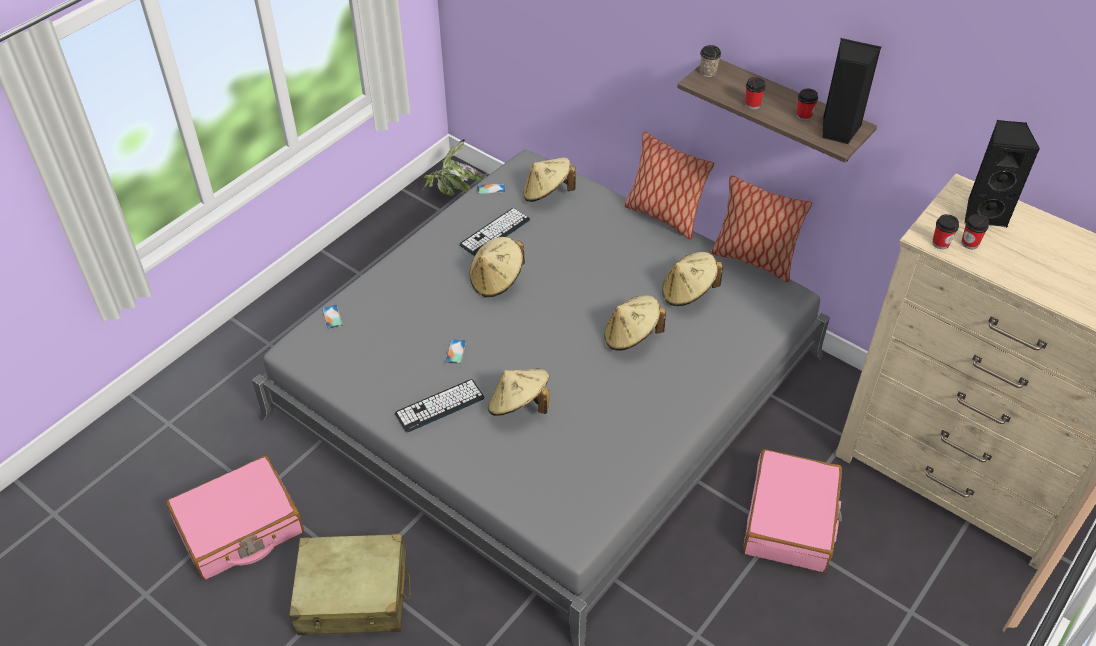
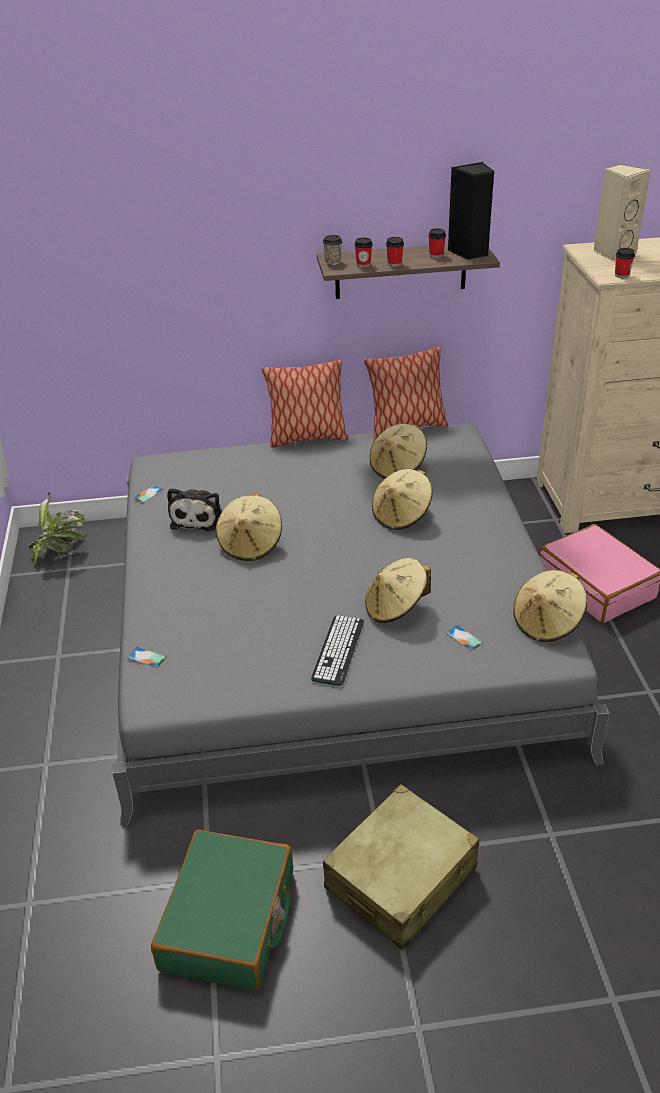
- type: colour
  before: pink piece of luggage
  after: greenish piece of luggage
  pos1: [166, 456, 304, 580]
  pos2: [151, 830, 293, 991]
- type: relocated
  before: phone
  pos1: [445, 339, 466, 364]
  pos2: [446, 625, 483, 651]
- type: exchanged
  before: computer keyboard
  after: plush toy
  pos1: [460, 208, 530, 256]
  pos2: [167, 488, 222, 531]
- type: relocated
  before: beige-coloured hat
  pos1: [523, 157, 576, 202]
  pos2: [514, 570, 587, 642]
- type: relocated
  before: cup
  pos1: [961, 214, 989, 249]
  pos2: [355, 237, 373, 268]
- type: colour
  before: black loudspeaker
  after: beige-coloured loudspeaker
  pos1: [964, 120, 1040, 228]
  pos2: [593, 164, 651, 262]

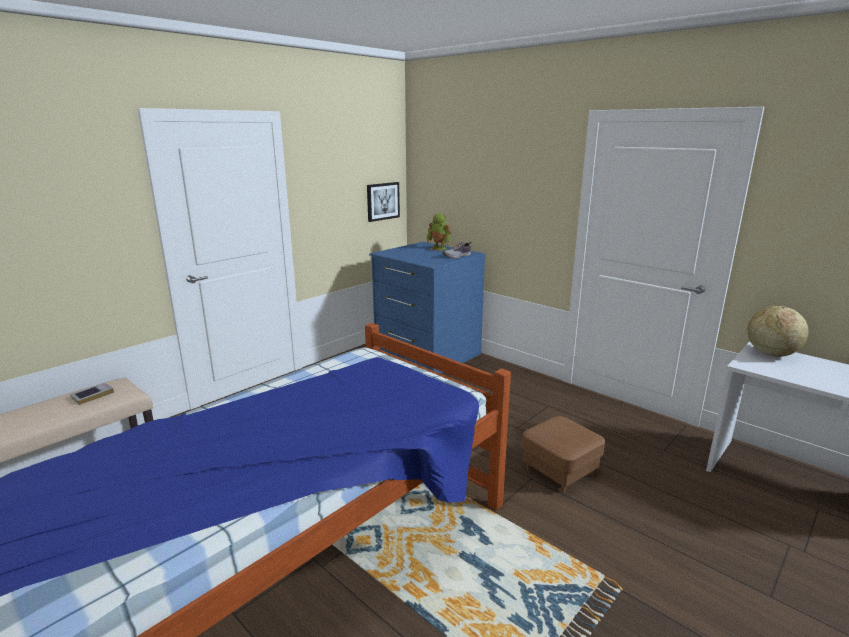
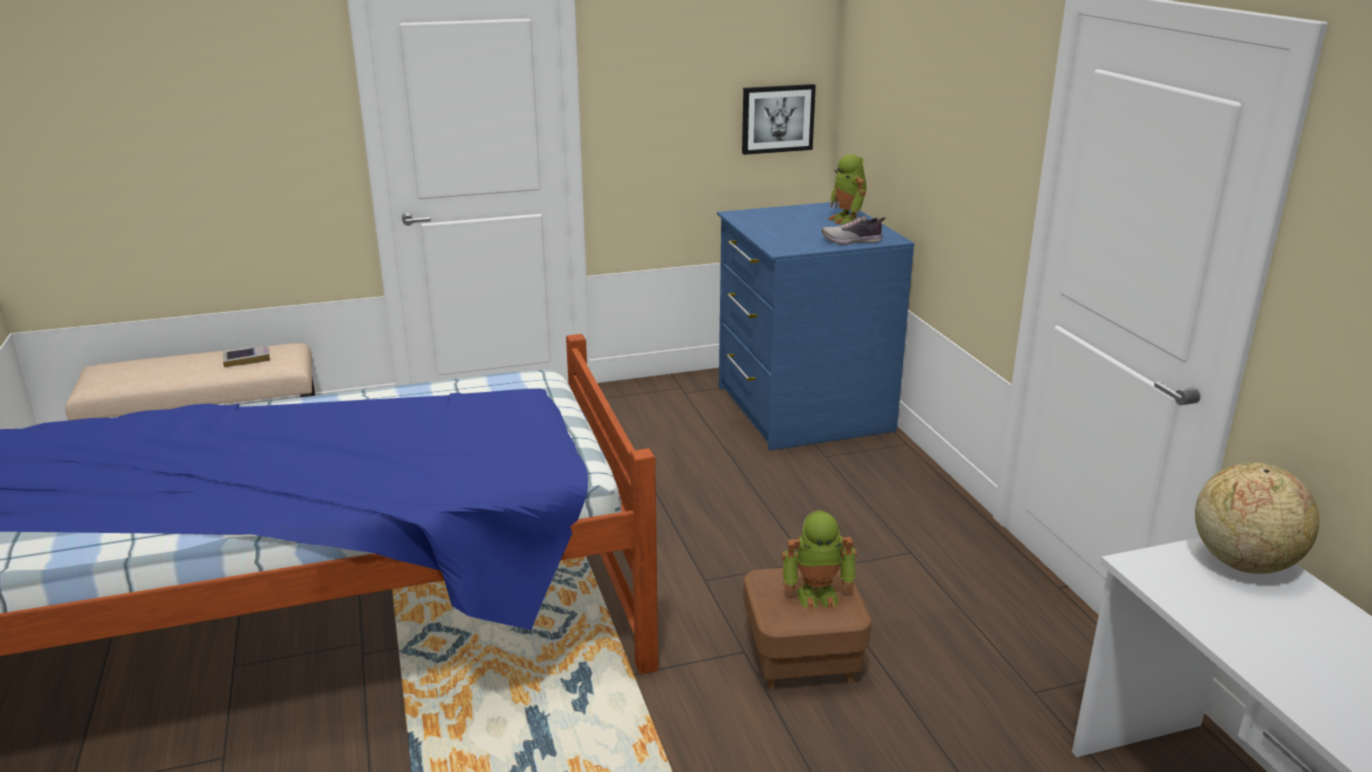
- type: appeared
  after: model robot
  pos2: [782, 510, 857, 611]

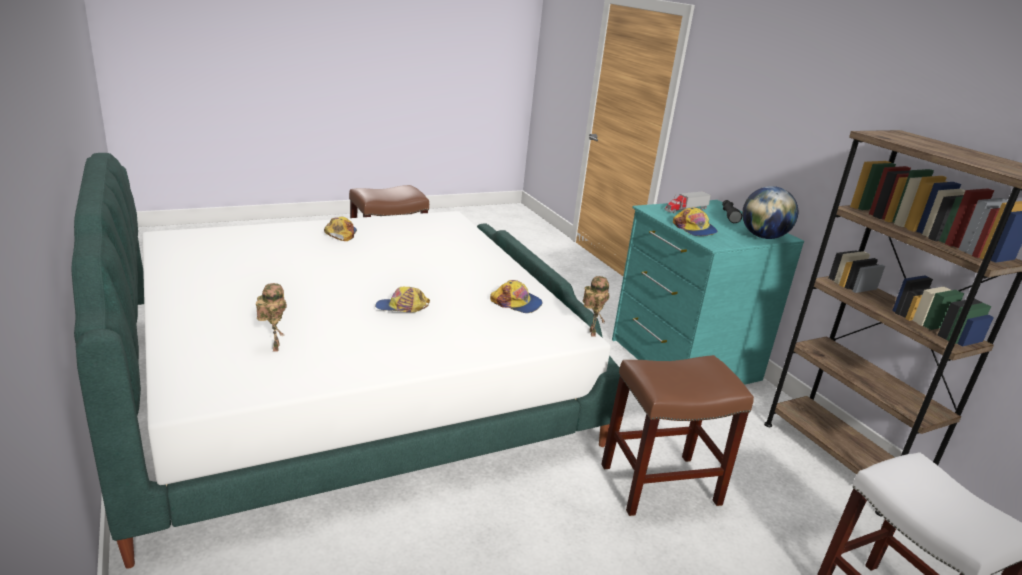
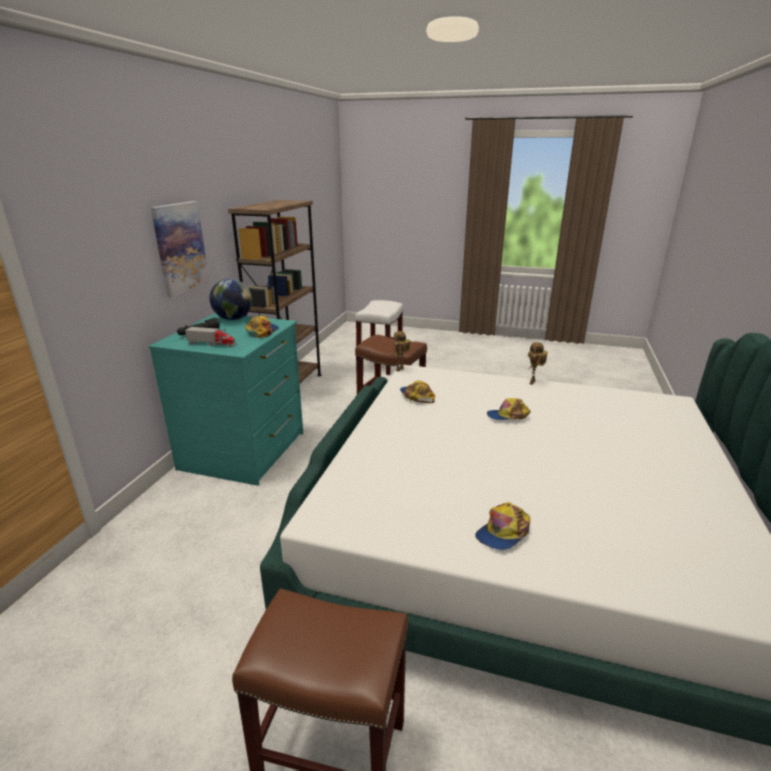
- type: relocated
  before: model robot
  pos1: [256, 283, 287, 352]
  pos2: [528, 342, 548, 385]
- type: spun
  before: cap
  pos1: [375, 287, 430, 312]
  pos2: [487, 398, 531, 420]
  turn: 135
- type: appeared
  after: picture
  pos2: [151, 201, 209, 298]

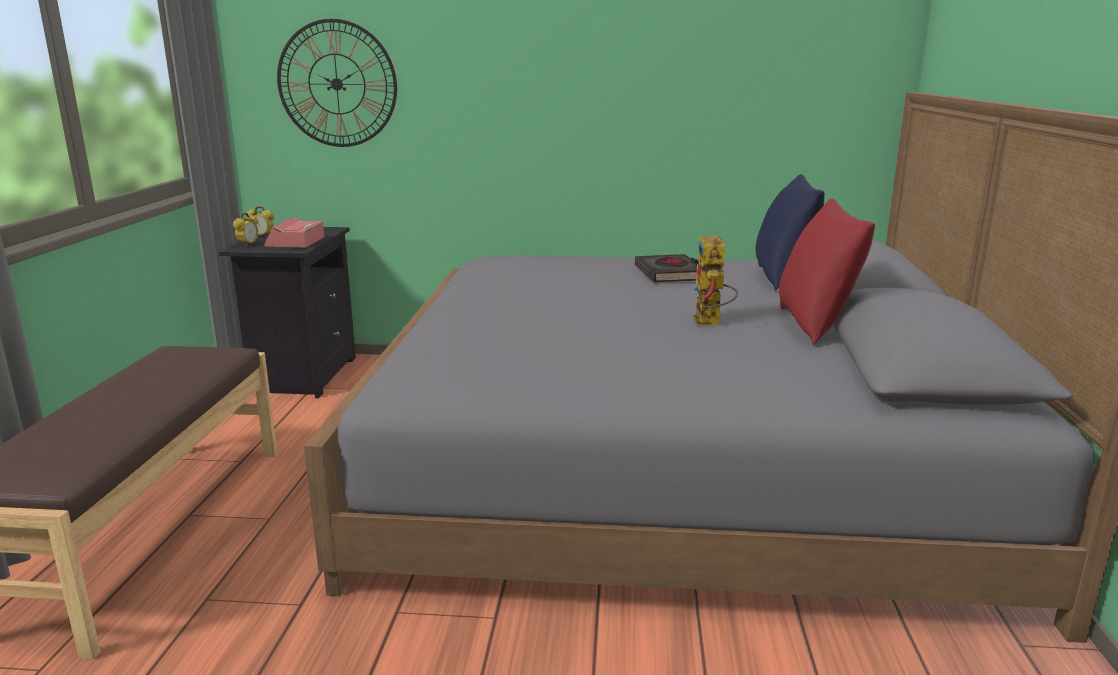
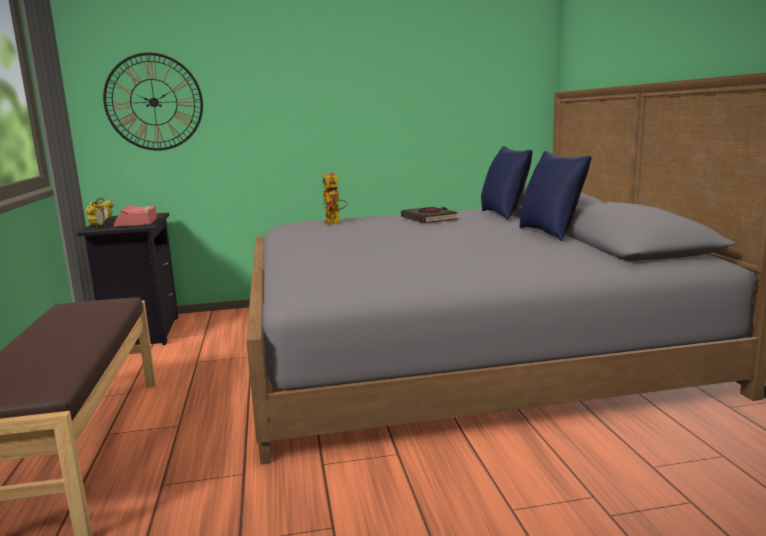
- type: relocated
  before: model robot
  pos1: [693, 236, 738, 326]
  pos2: [323, 172, 348, 225]
- type: colour
  before: reddish throw pillow
  after: blue-coloured throw pillow
  pos1: [779, 198, 875, 345]
  pos2: [520, 151, 592, 241]

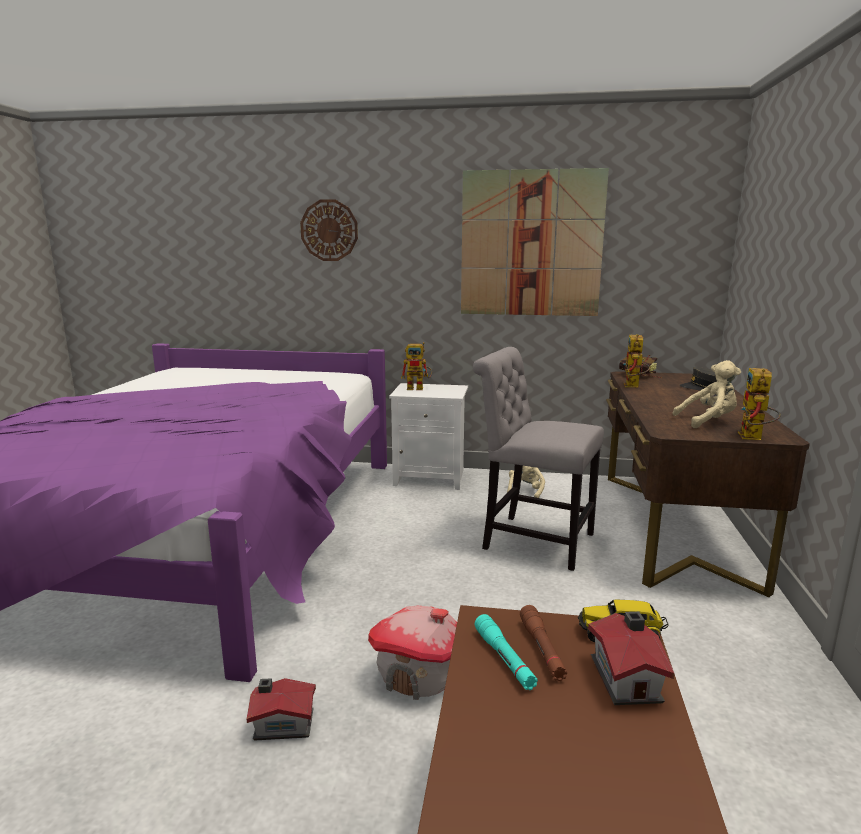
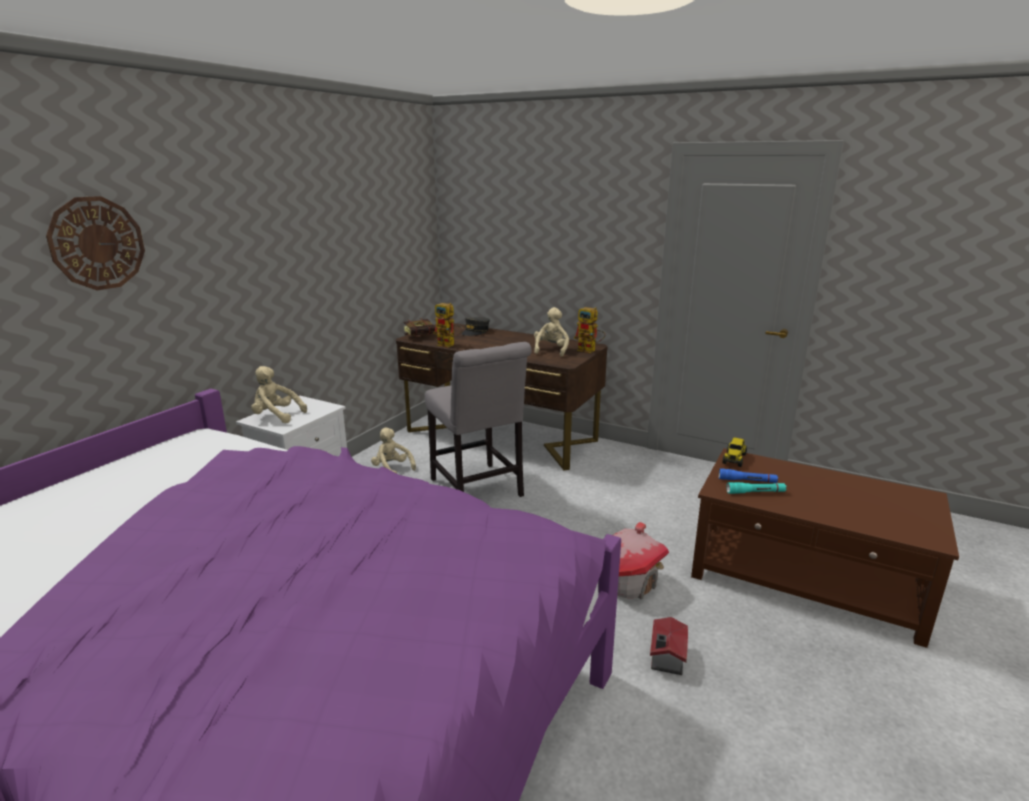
- type: exchanged
  before: model robot
  after: beige-coloured plush toy
  pos1: [401, 342, 432, 390]
  pos2: [251, 366, 307, 423]
- type: missing
  before: picture
  pos1: [461, 168, 609, 316]
- type: spun
  before: greyish plain chair
  pos1: [473, 347, 604, 571]
  pos2: [425, 342, 532, 497]
  turn: -75
- type: colour
  before: brown flashlight
  after: blue-coloured flashlight
  pos1: [520, 605, 567, 681]
  pos2: [719, 468, 778, 483]
- type: missing
  before: toy house
  pos1: [588, 612, 675, 705]

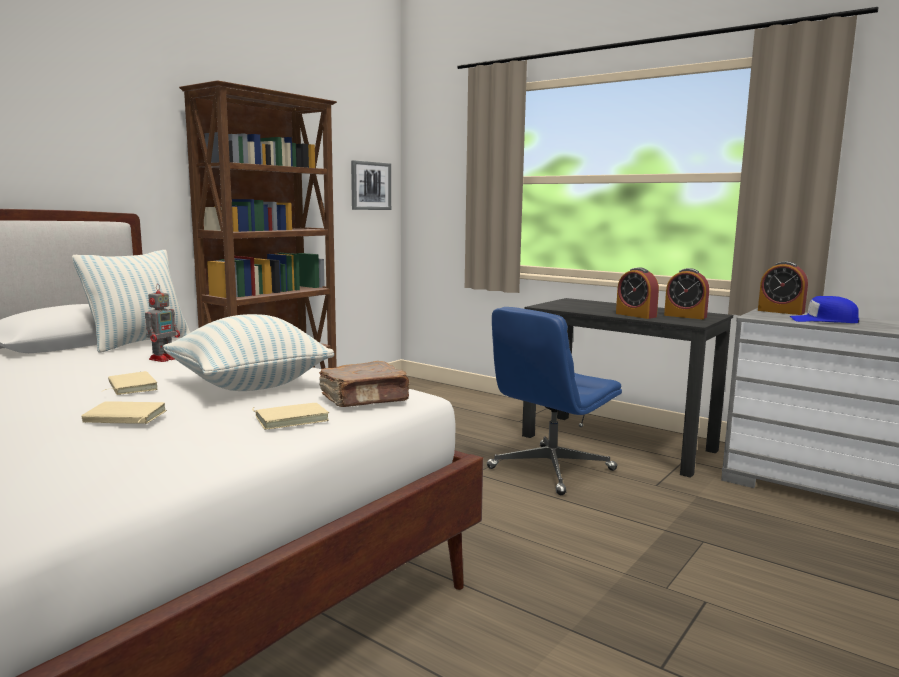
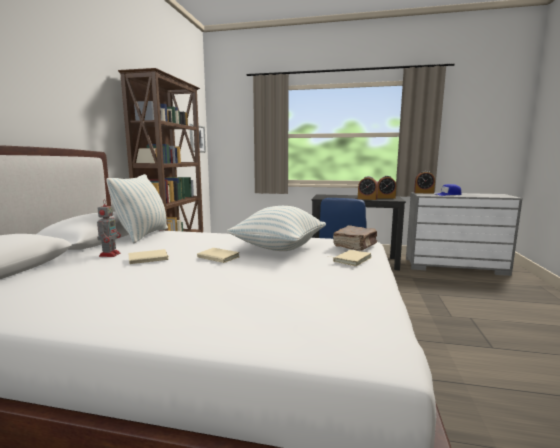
- type: relocated
  before: beige-coloured book
  pos1: [81, 401, 167, 424]
  pos2: [129, 249, 170, 264]
- type: relocated
  before: model robot
  pos1: [145, 284, 180, 362]
  pos2: [97, 199, 121, 257]

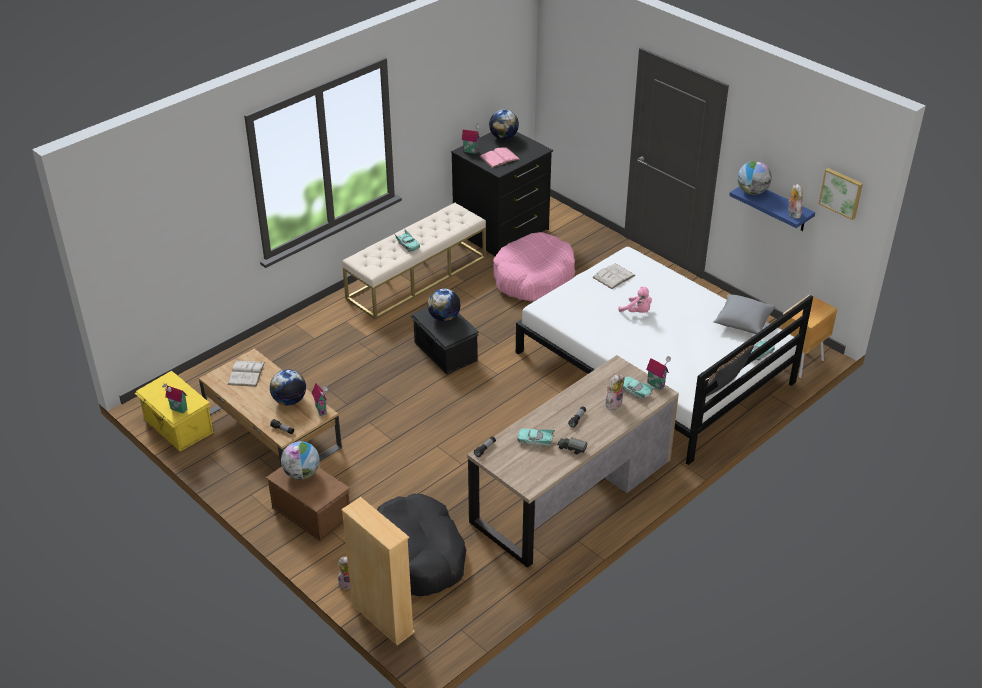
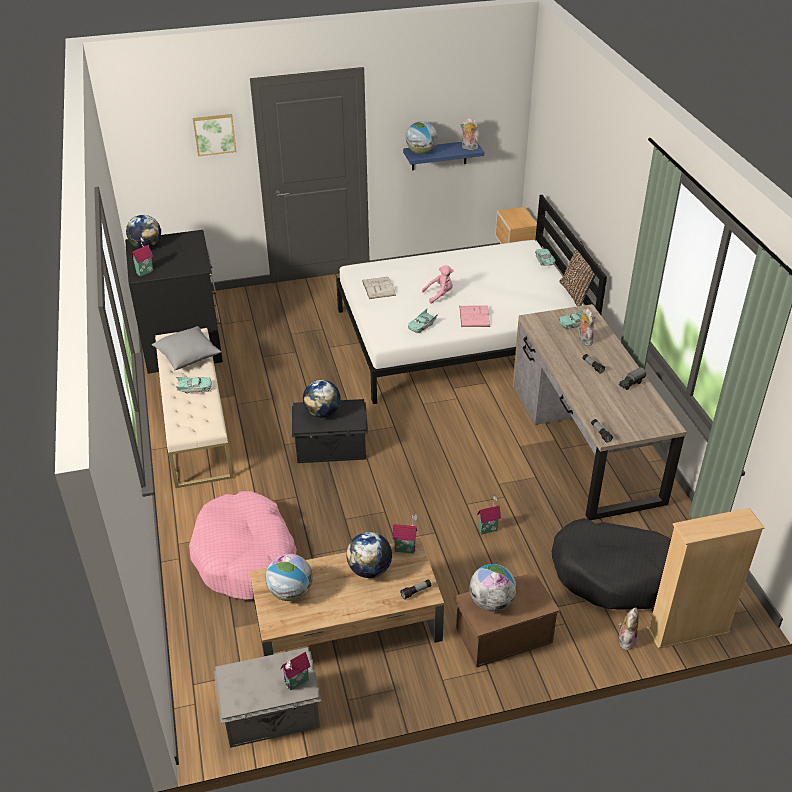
- type: colour
  before: yellow-coloured storage box
  after: greyish storage box
  pos1: [135, 371, 213, 451]
  pos2: [214, 647, 321, 748]
- type: exchanged
  before: white-coloured book
  after: desk globe
  pos1: [228, 361, 265, 387]
  pos2: [266, 554, 313, 601]
- type: relocated
  before: pink book
  pos1: [480, 148, 520, 168]
  pos2: [459, 305, 490, 327]
- type: relocated
  before: pink dog bed
  pos1: [493, 232, 575, 301]
  pos2: [189, 491, 297, 600]
- type: relocated
  before: blue-green model car
  pos1: [517, 428, 555, 447]
  pos2: [408, 309, 438, 333]
- type: relocated
  before: toy house
  pos1: [646, 356, 671, 390]
  pos2: [477, 495, 501, 535]
- type: relocated
  before: greyish throw pillow
  pos1: [713, 294, 775, 334]
  pos2: [152, 326, 221, 371]
- type: relocated
  before: picture
  pos1: [819, 168, 863, 220]
  pos2: [193, 114, 237, 156]

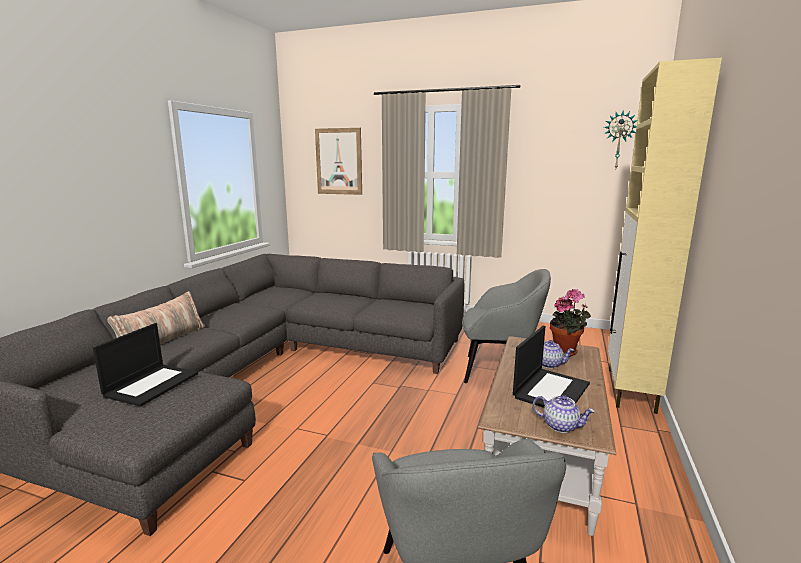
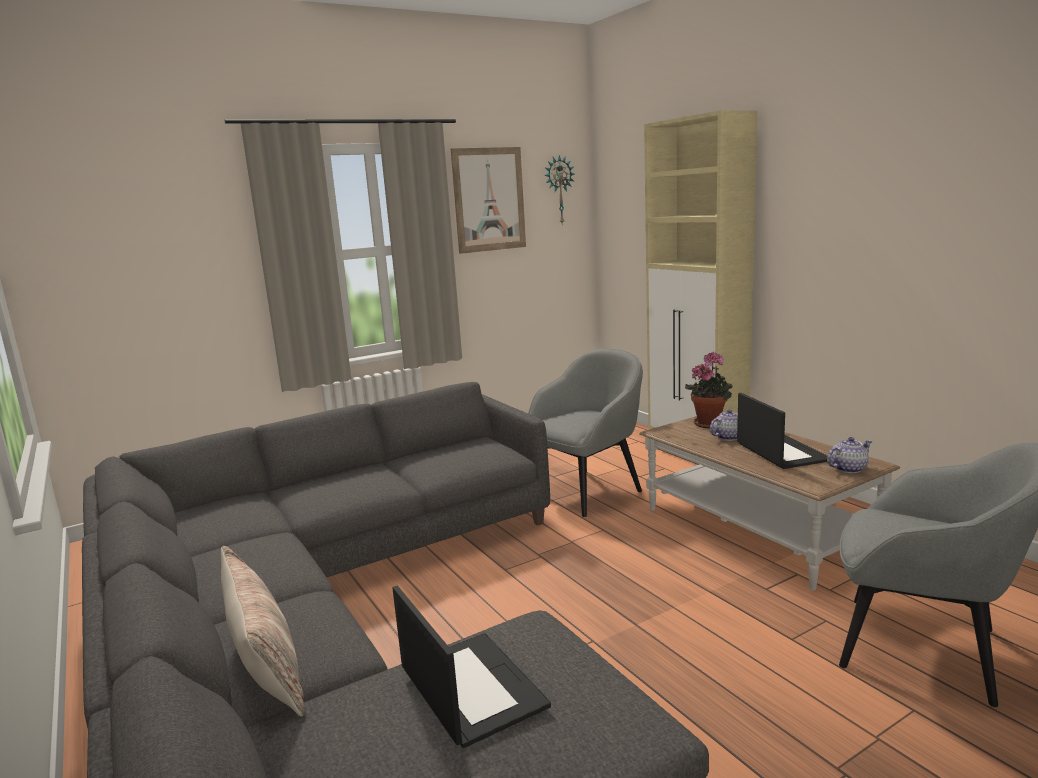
- type: relocated
  before: picture
  pos1: [315, 128, 362, 195]
  pos2: [451, 147, 526, 254]

